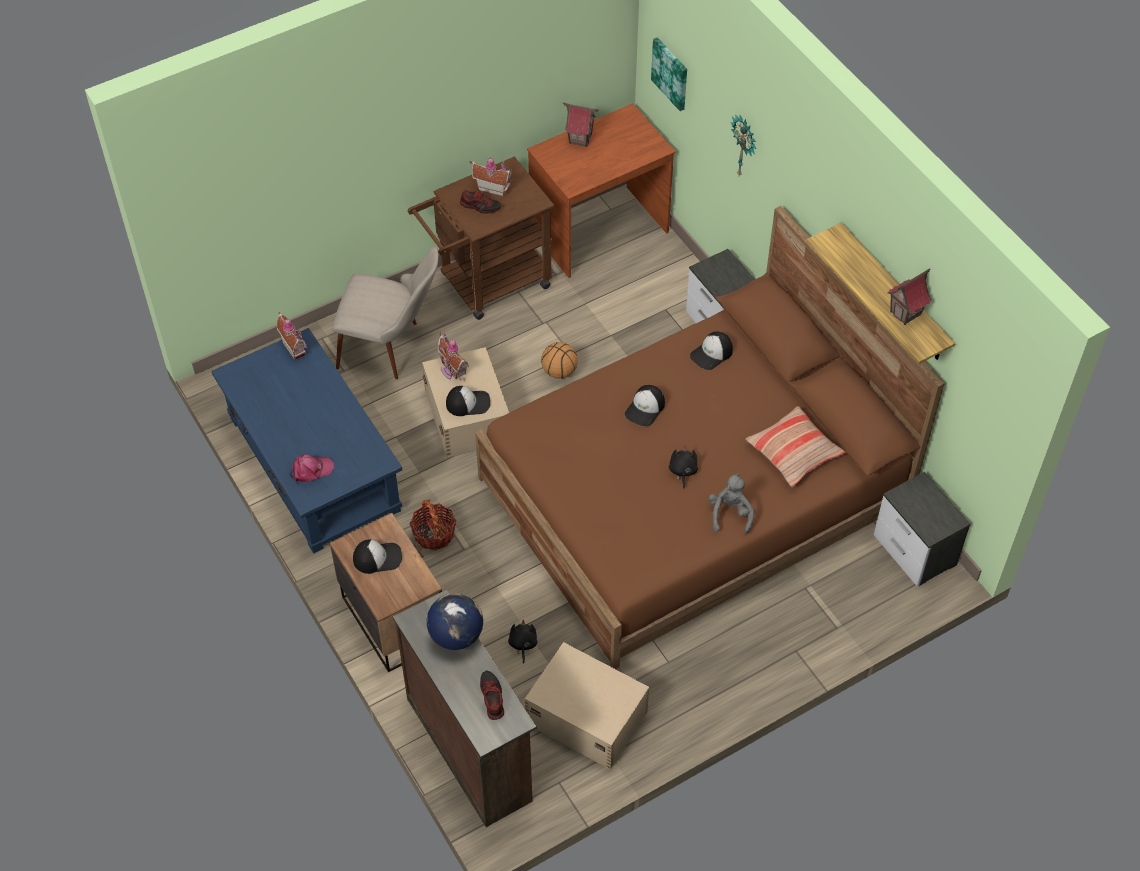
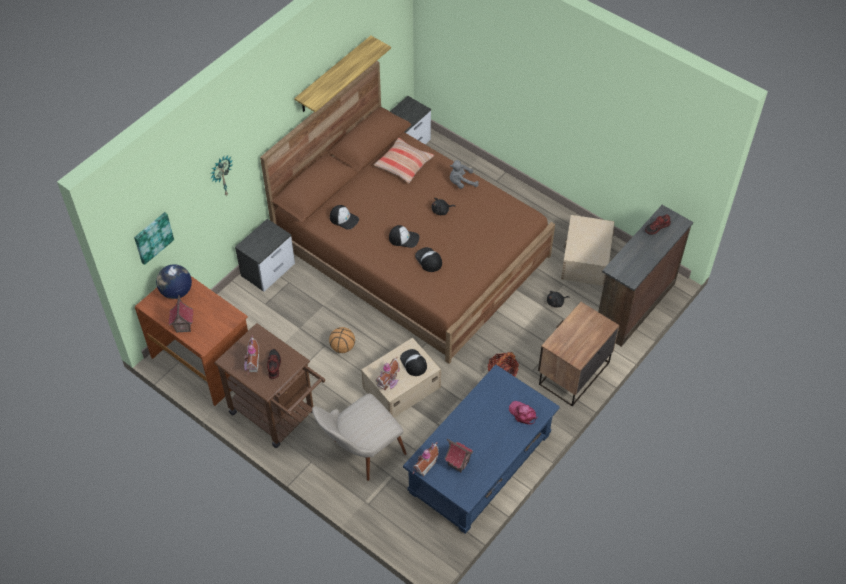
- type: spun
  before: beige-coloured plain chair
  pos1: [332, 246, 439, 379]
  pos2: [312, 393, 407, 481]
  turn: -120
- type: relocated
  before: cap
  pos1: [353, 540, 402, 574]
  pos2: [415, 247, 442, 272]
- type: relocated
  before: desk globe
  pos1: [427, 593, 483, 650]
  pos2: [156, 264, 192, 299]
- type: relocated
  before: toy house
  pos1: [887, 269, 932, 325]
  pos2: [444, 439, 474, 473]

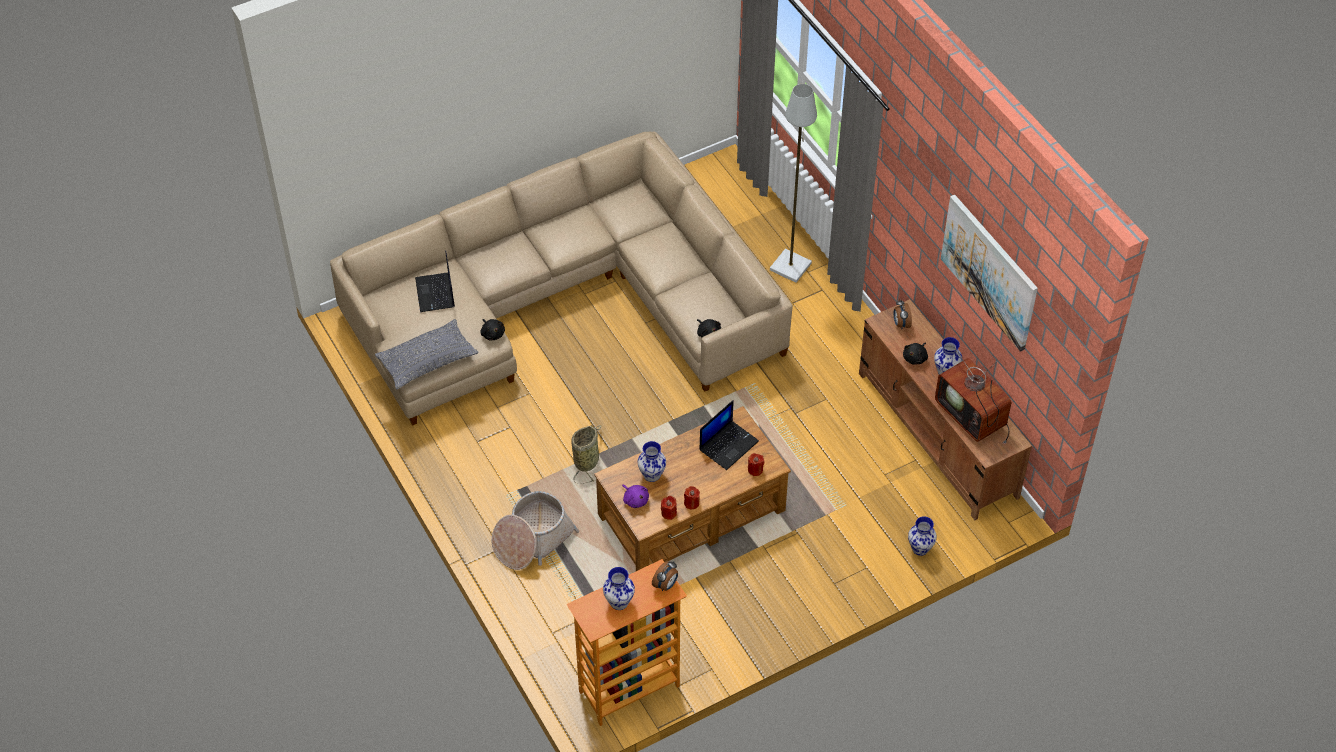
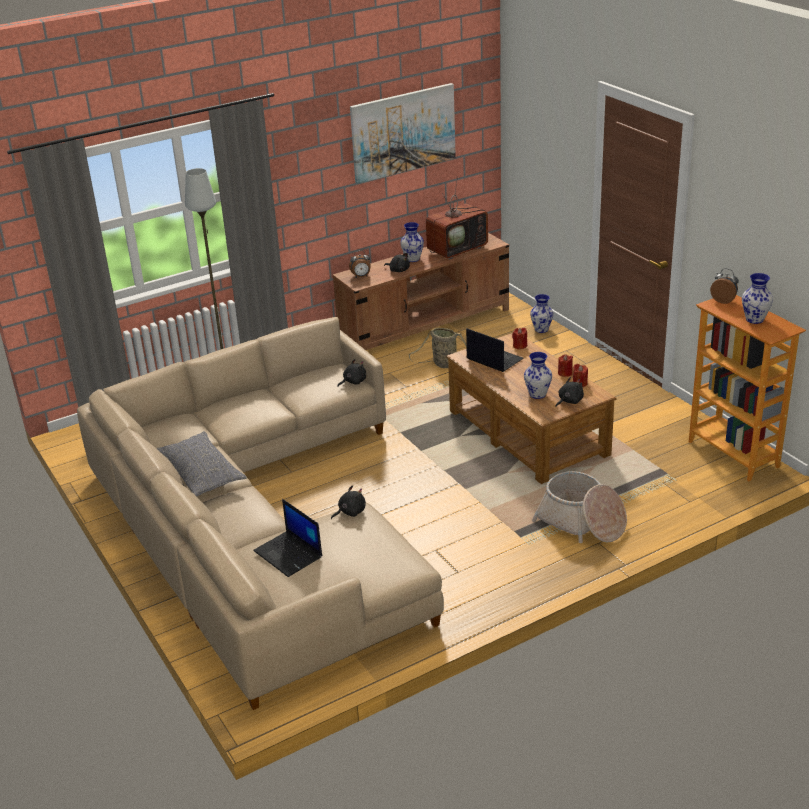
- type: relocated
  before: greyish throw pillow
  pos1: [375, 319, 479, 389]
  pos2: [156, 431, 247, 497]
- type: spun
  before: notebook computer
  pos1: [415, 251, 455, 312]
  pos2: [253, 499, 322, 577]
  turn: 60
- type: relocated
  before: basket
  pos1: [571, 425, 602, 484]
  pos2: [409, 328, 467, 368]
- type: colour
  before: purple plush toy
  after: black plush toy
  pos1: [622, 485, 649, 508]
  pos2: [555, 377, 584, 407]

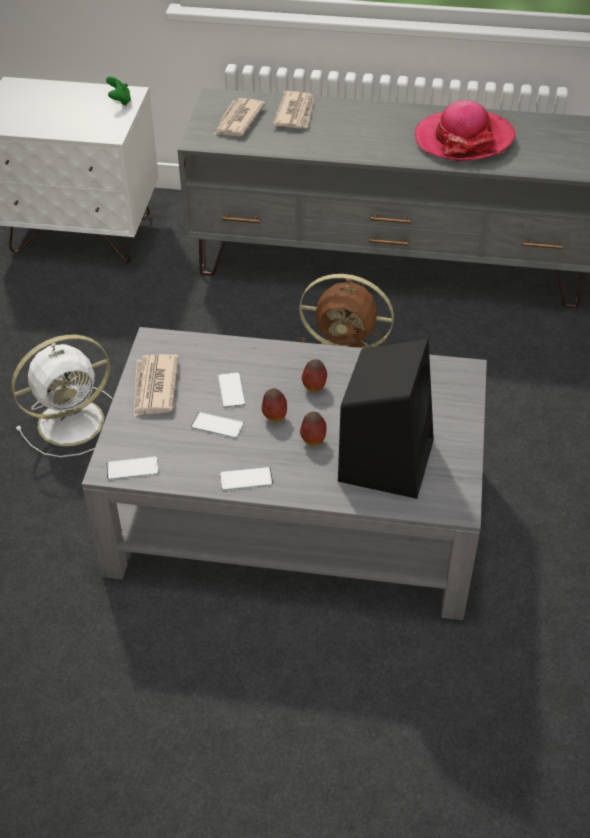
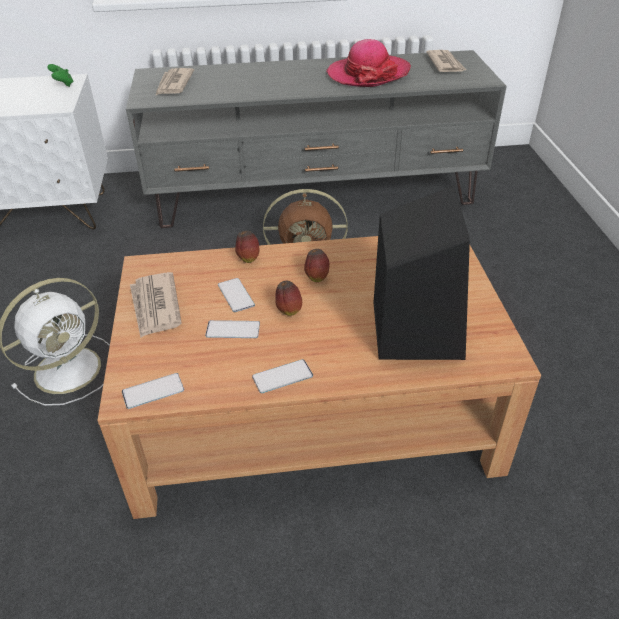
- type: colour
  before: greyish low table
  after: brown low table
  pos1: [82, 327, 487, 620]
  pos2: [97, 236, 541, 519]
- type: relocated
  before: printed paper
  pos1: [273, 91, 314, 129]
  pos2: [426, 50, 466, 72]
- type: relocated
  before: apple fruit
  pos1: [300, 412, 327, 446]
  pos2: [235, 231, 259, 263]

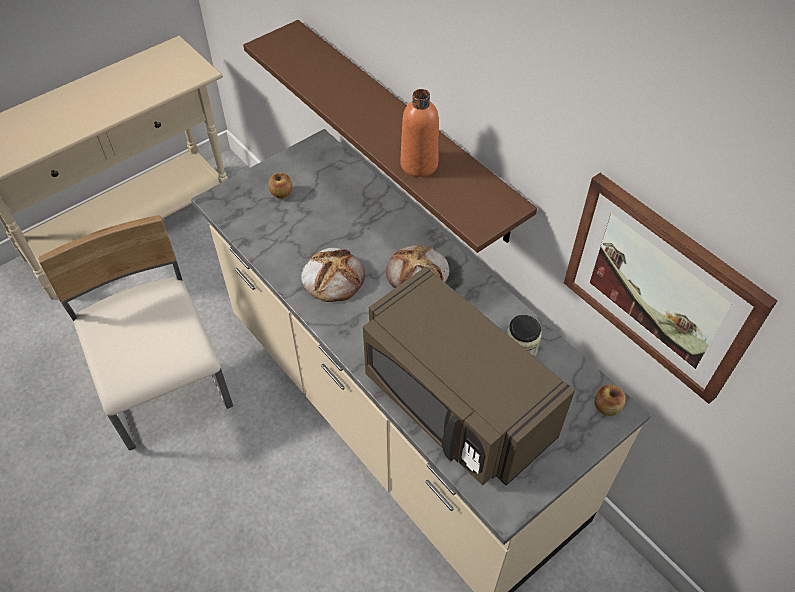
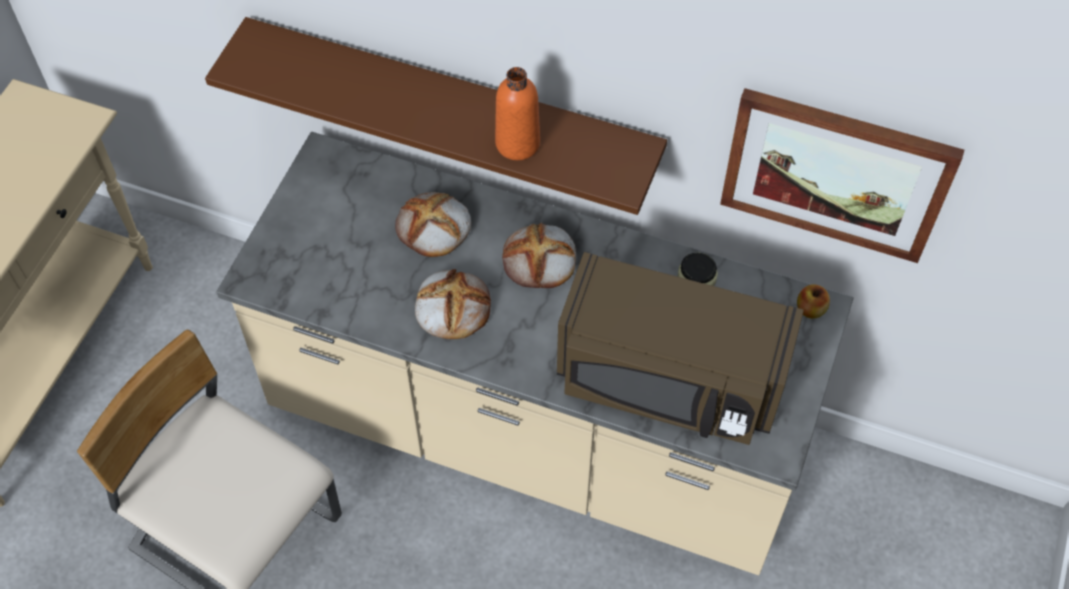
- type: missing
  before: apple fruit
  pos1: [269, 173, 293, 199]
- type: appeared
  after: bread
  pos2: [395, 192, 471, 257]

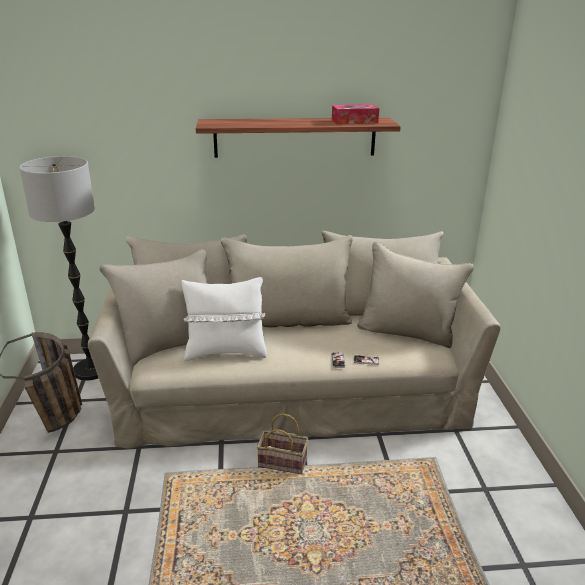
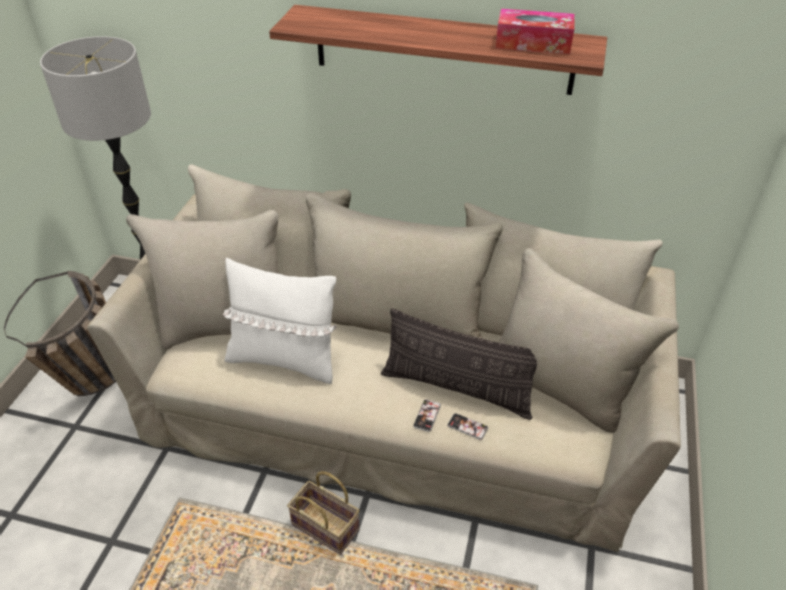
- type: appeared
  after: throw pillow
  pos2: [381, 309, 537, 420]

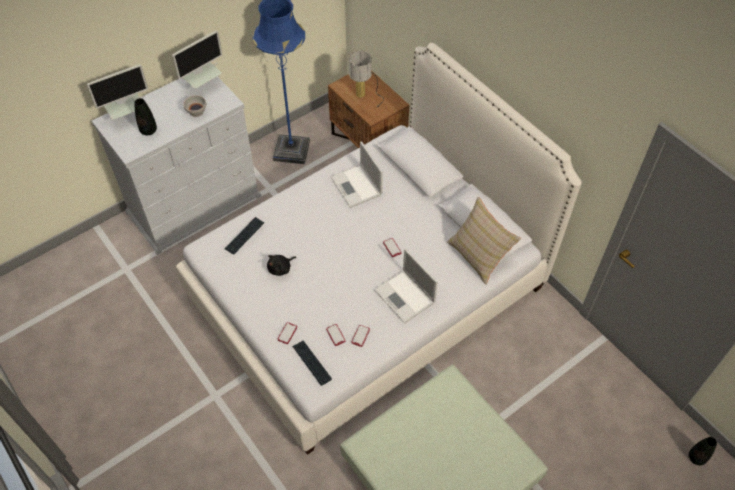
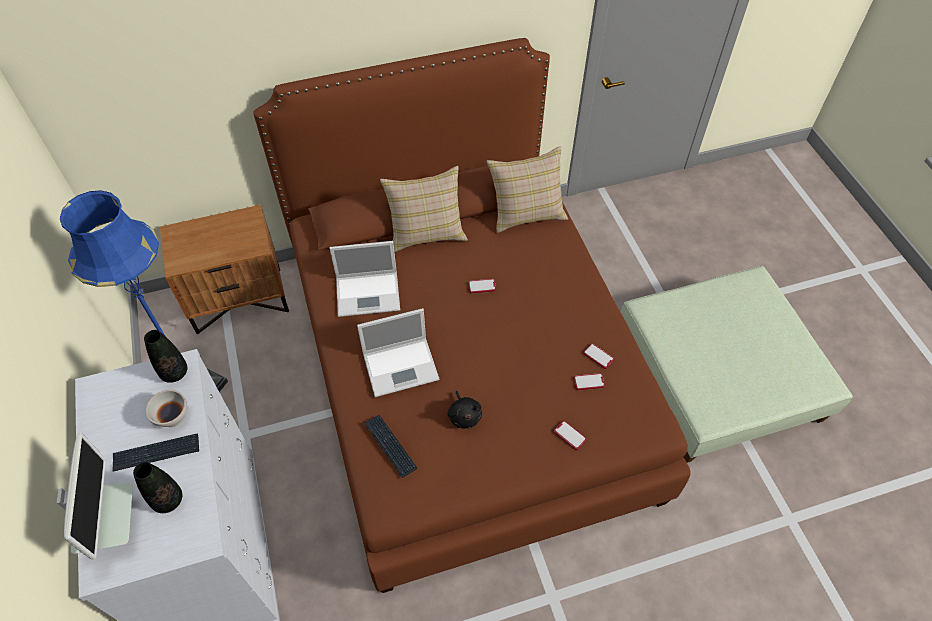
- type: missing
  before: computer screen
  pos1: [172, 31, 222, 88]
- type: colour
  before: white-coloured sleeping bed
  after: brown sleeping bed
  pos1: [176, 43, 582, 455]
  pos2: [253, 38, 691, 593]
- type: relocated
  before: computer keyboard
  pos1: [292, 341, 332, 386]
  pos2: [112, 433, 199, 471]
- type: missing
  before: lamp for a table
  pos1: [349, 51, 384, 107]
- type: relocated
  before: notebook computer
  pos1: [374, 249, 438, 323]
  pos2: [357, 308, 440, 397]
- type: relocated
  before: black vase
  pos1: [689, 437, 717, 465]
  pos2: [144, 330, 187, 383]
- type: appeared
  after: beige-coloured throw pillow
  pos2: [380, 166, 468, 252]

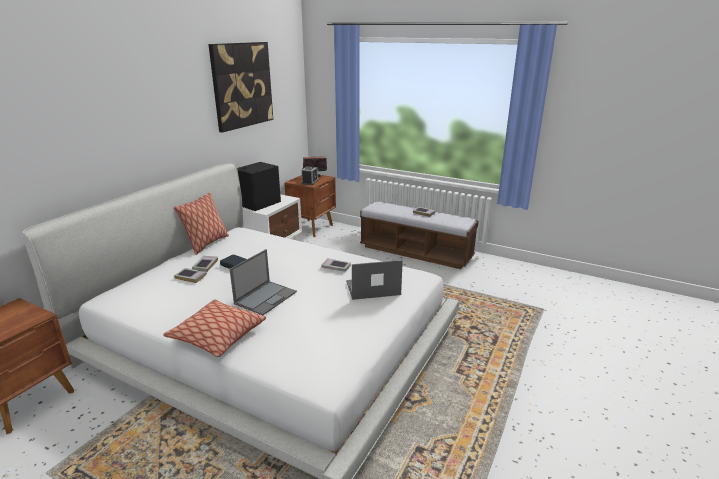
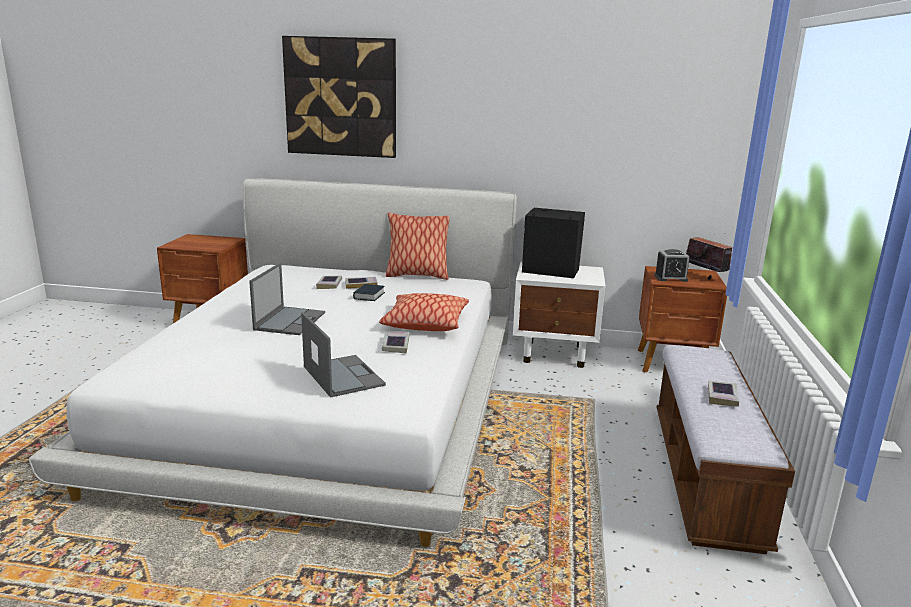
- type: relocated
  before: throw pillow
  pos1: [163, 299, 266, 357]
  pos2: [379, 293, 469, 331]
- type: relocated
  before: picture
  pos1: [208, 42, 273, 133]
  pos2: [282, 36, 396, 158]
- type: spun
  before: notebook computer
  pos1: [230, 249, 297, 315]
  pos2: [249, 263, 325, 335]
  turn: -90

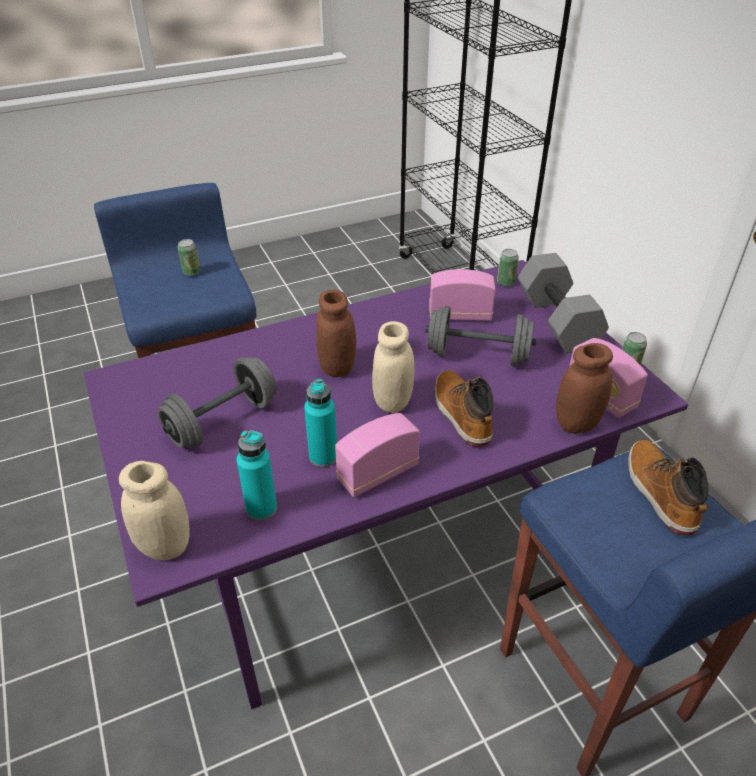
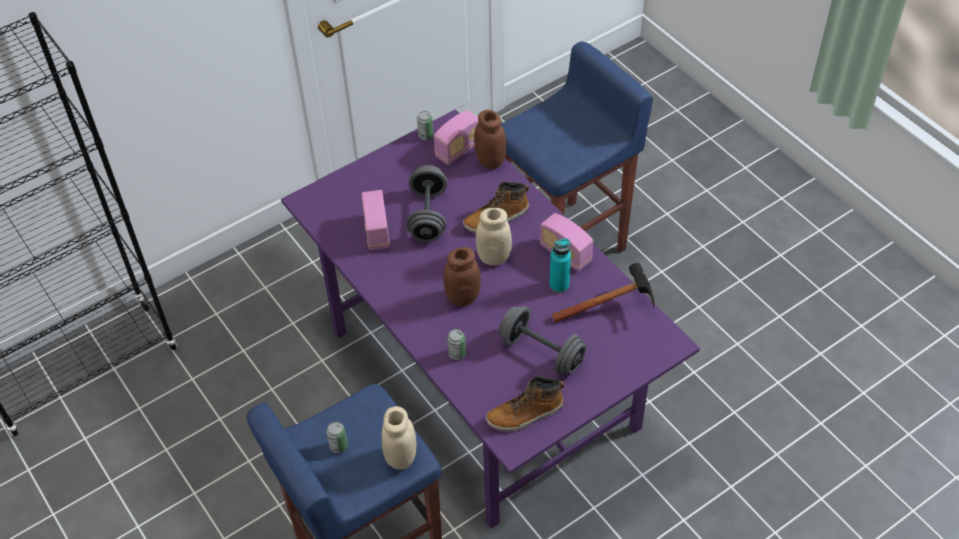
- type: relocated
  before: beige-coloured preserve jar
  pos1: [119, 461, 190, 560]
  pos2: [382, 406, 416, 470]
- type: exchanged
  before: blue-green beverage bottle
  after: hand hammer
  pos1: [236, 430, 277, 520]
  pos2: [552, 263, 655, 323]
- type: relocated
  before: metal can
  pos1: [497, 249, 519, 286]
  pos2: [447, 329, 466, 360]
- type: missing
  before: greyish dumbbell
  pos1: [518, 253, 609, 354]
- type: relocated
  before: tall boot
  pos1: [628, 440, 709, 535]
  pos2: [486, 376, 564, 431]

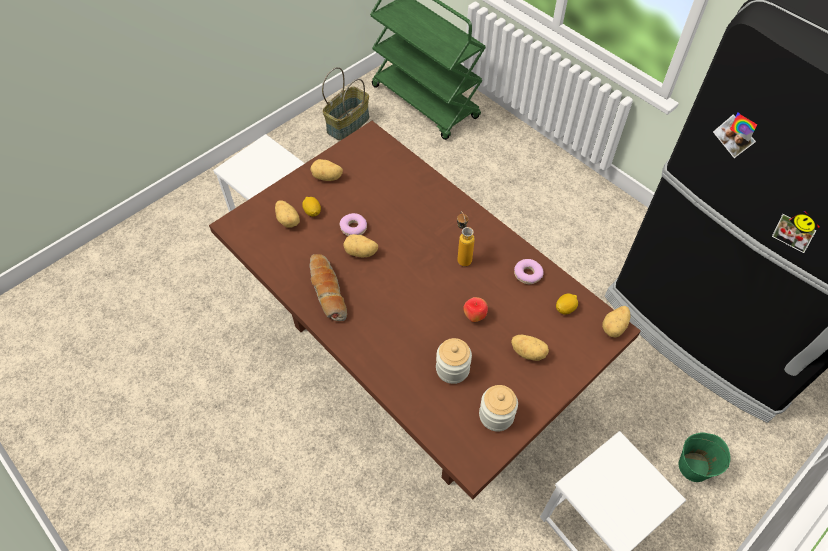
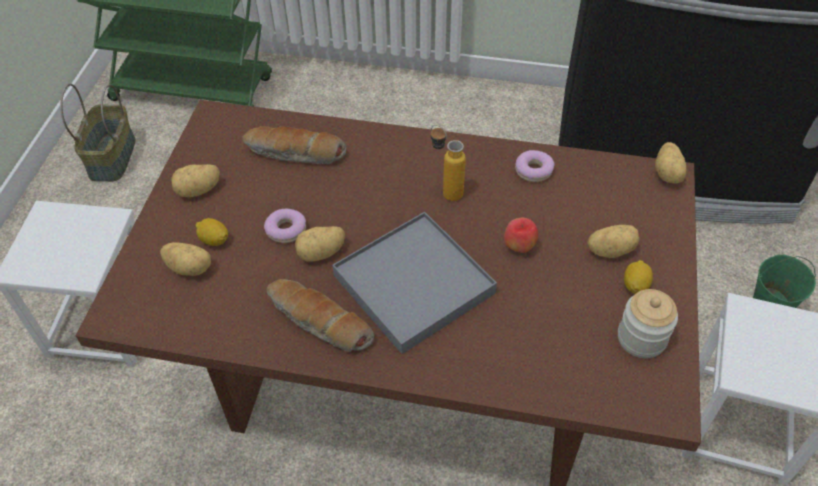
- type: missing
  before: preserve jar
  pos1: [436, 338, 472, 384]
- type: relocated
  before: citrus fruit
  pos1: [556, 294, 578, 315]
  pos2: [624, 260, 653, 294]
- type: appeared
  after: bread
  pos2: [242, 126, 346, 164]
- type: appeared
  after: greyish tray
  pos2: [332, 212, 497, 354]

